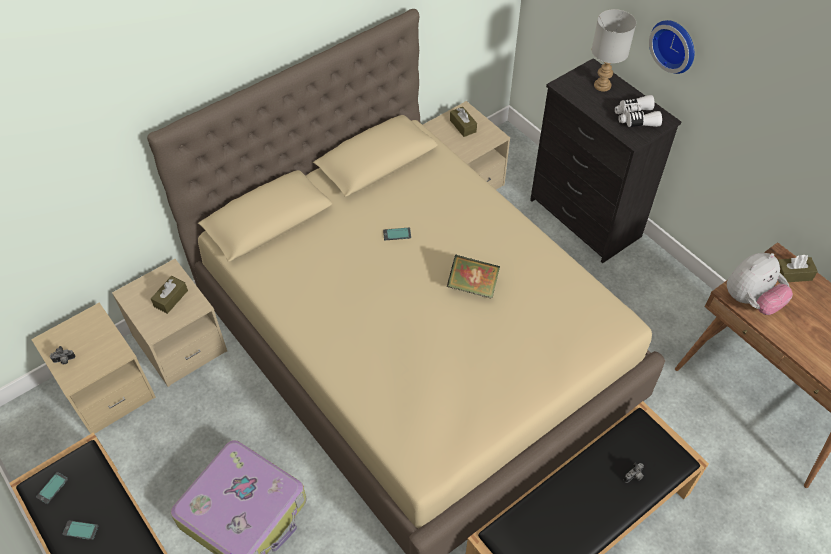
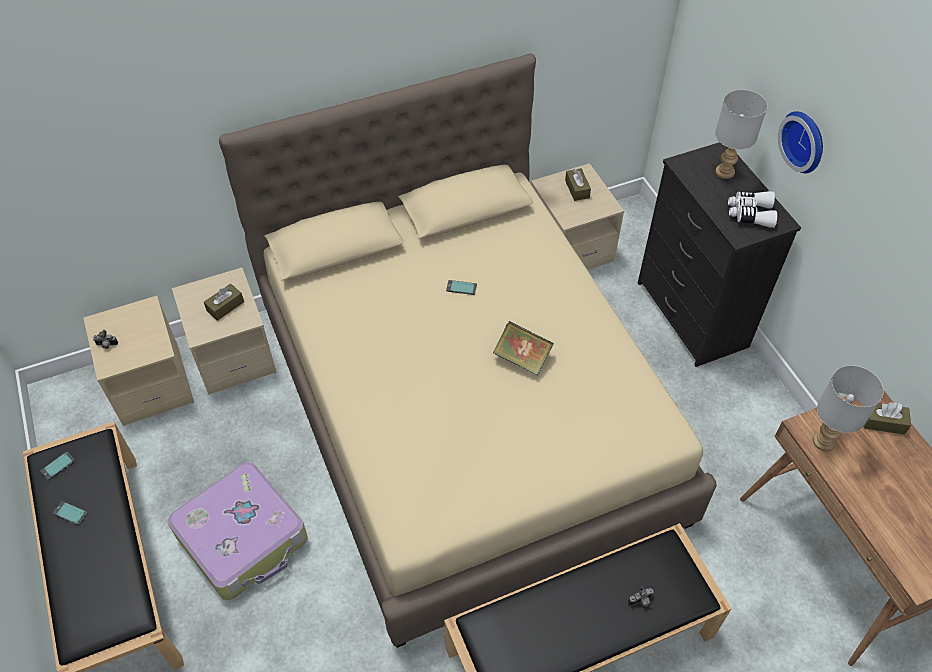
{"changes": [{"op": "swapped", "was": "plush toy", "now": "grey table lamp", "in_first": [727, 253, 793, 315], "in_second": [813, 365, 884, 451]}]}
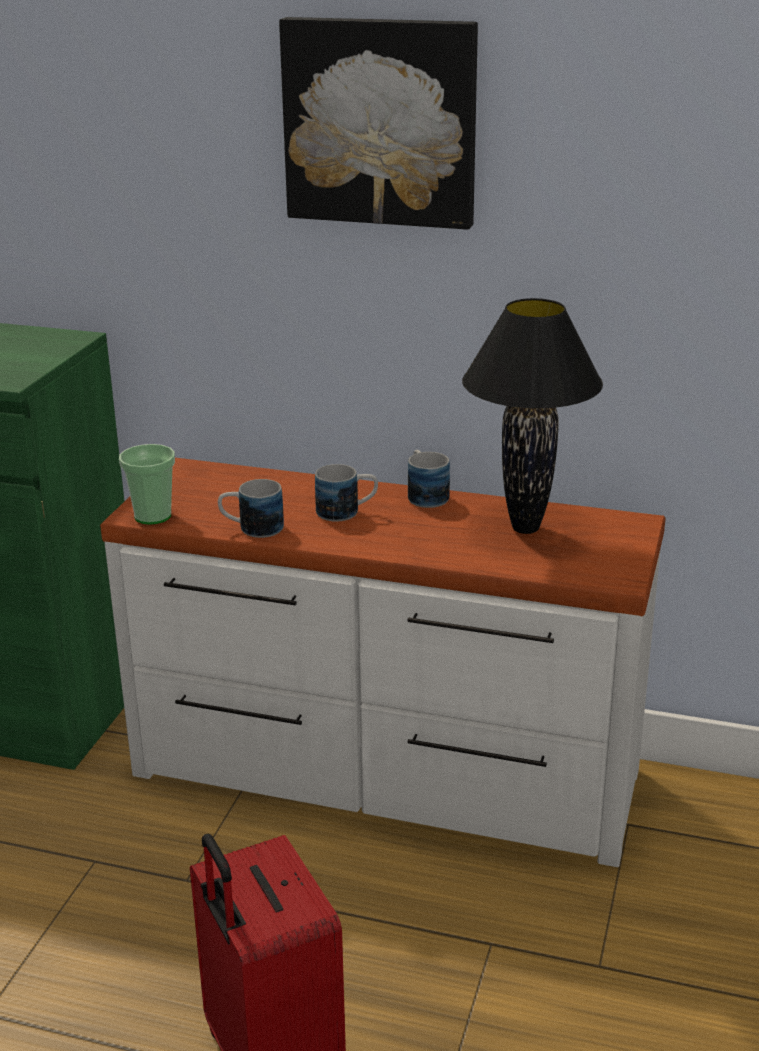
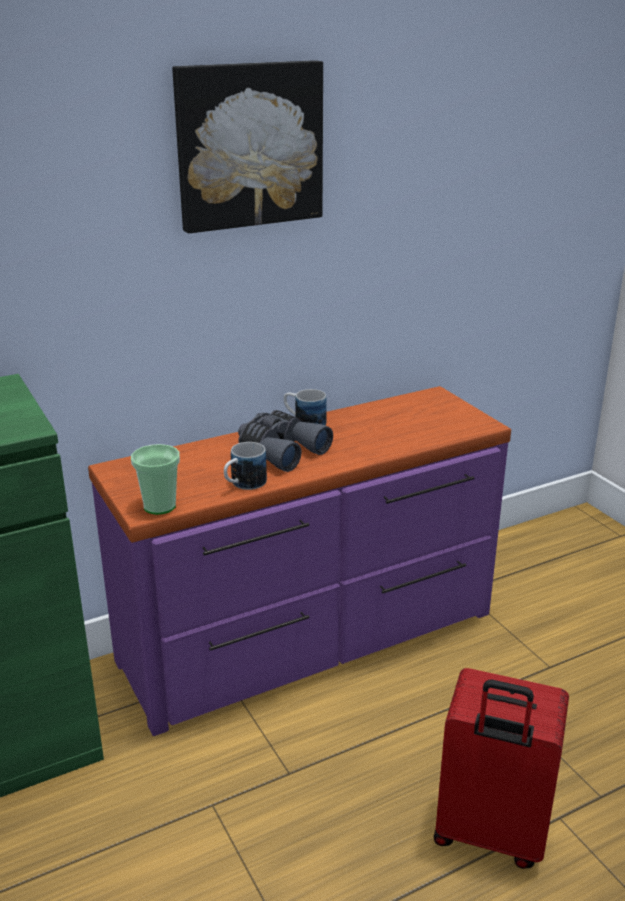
{"changes": [{"op": "gone", "was": "blackish table lamp", "in_first": [462, 298, 603, 534]}, {"op": "swapped", "was": "coffee mug", "now": "grey field glasses", "in_first": [315, 464, 378, 522], "in_second": [238, 410, 333, 472]}, {"op": "repainted", "was": "white-coloured dresser", "now": "purplish dresser", "in_first": [100, 458, 666, 867], "in_second": [88, 386, 511, 736]}]}
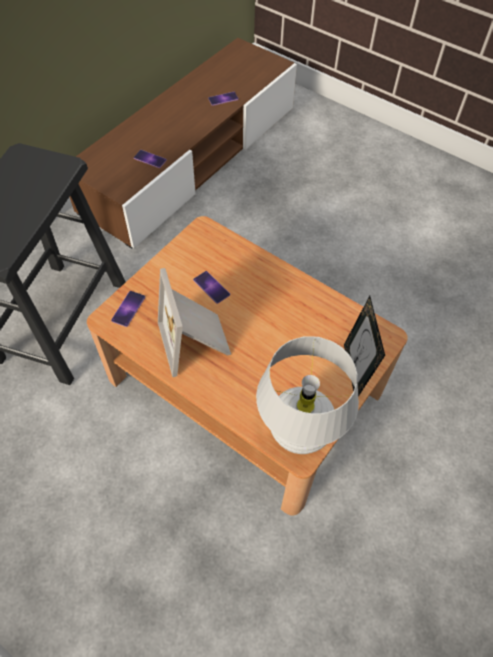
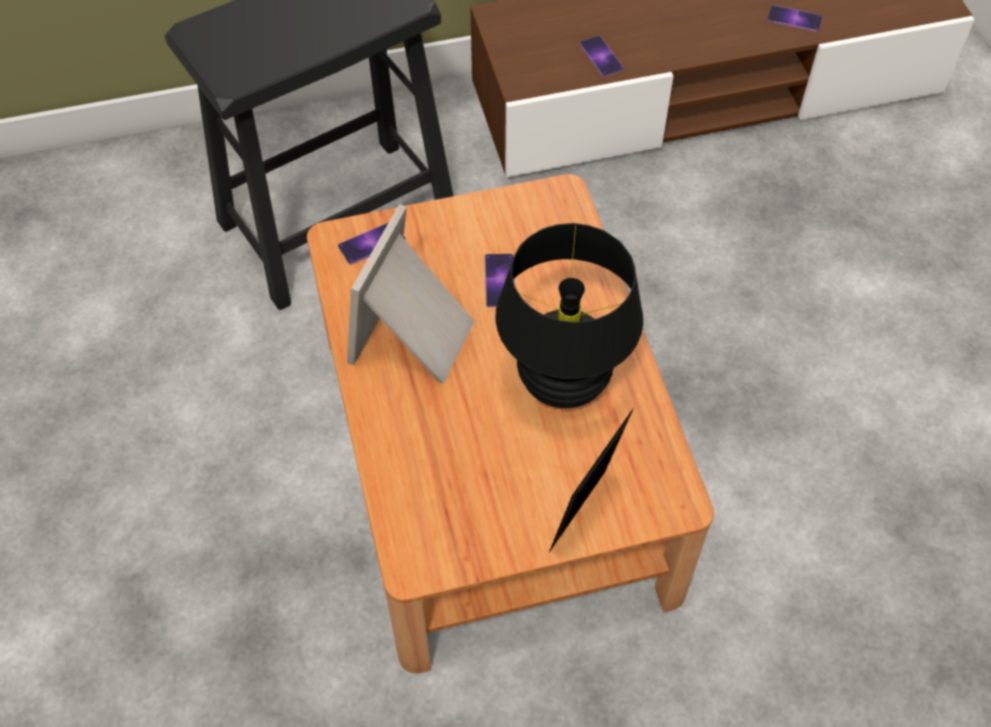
{"changes": [{"op": "gone", "was": "white-coloured table lamp", "in_first": [256, 336, 359, 454]}, {"op": "new", "now": "blackish table lamp", "in_second": [495, 223, 643, 408]}]}
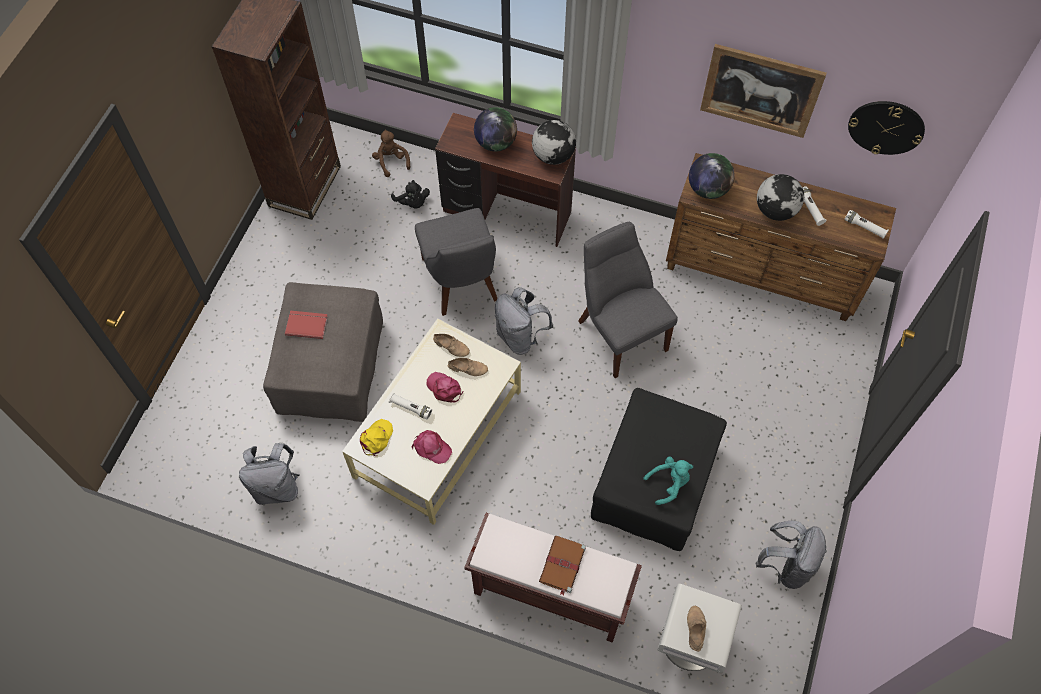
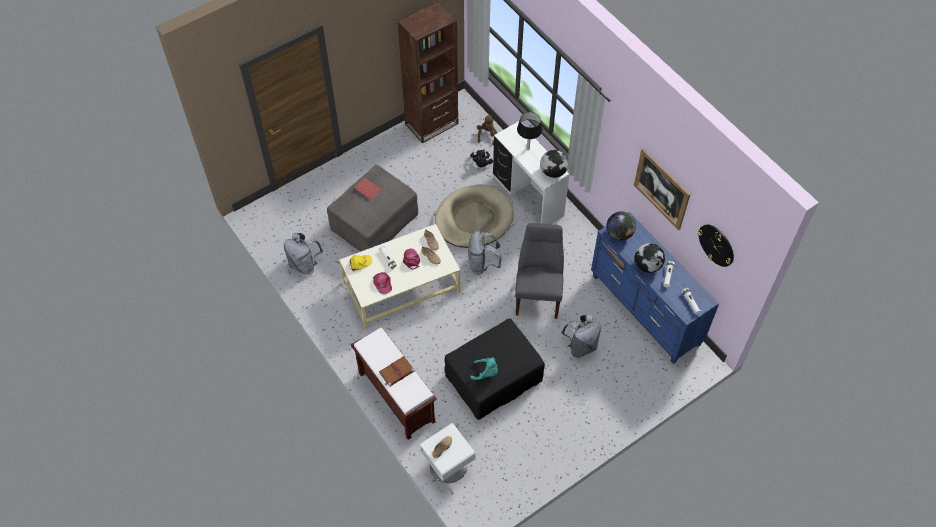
{"changes": [{"op": "shifted", "was": "grey rucksack", "in_first": [755, 521, 827, 589], "in_second": [561, 314, 601, 358]}, {"op": "swapped", "was": "grey upright chair", "now": "sand-coloured dog bed", "in_first": [415, 208, 498, 316], "in_second": [435, 185, 514, 248]}, {"op": "swapped", "was": "globe", "now": "blackish table lamp", "in_first": [474, 107, 517, 152], "in_second": [517, 112, 542, 150]}, {"op": "repainted", "was": "brown desk table", "now": "white-coloured desk table", "in_first": [435, 113, 576, 247], "in_second": [493, 121, 570, 224]}, {"op": "repainted", "was": "brown dresser", "now": "blue-coloured dresser", "in_first": [666, 153, 896, 321], "in_second": [591, 212, 719, 364]}]}
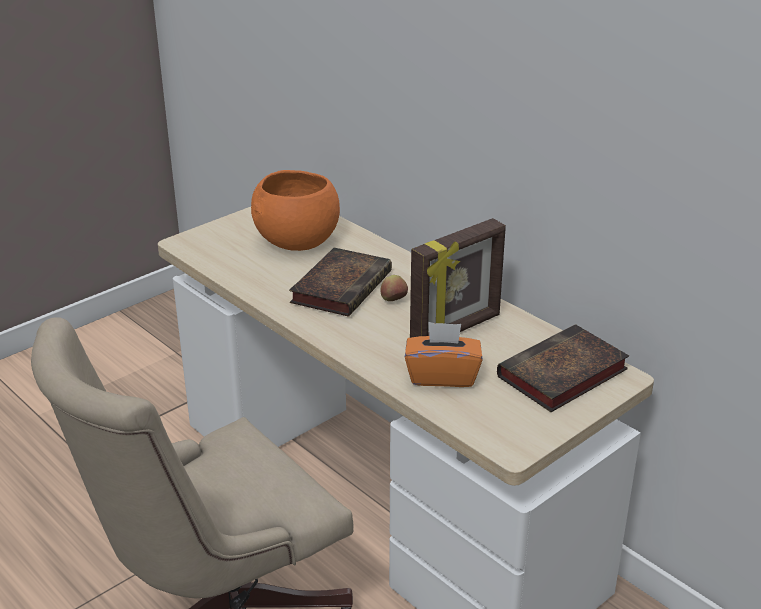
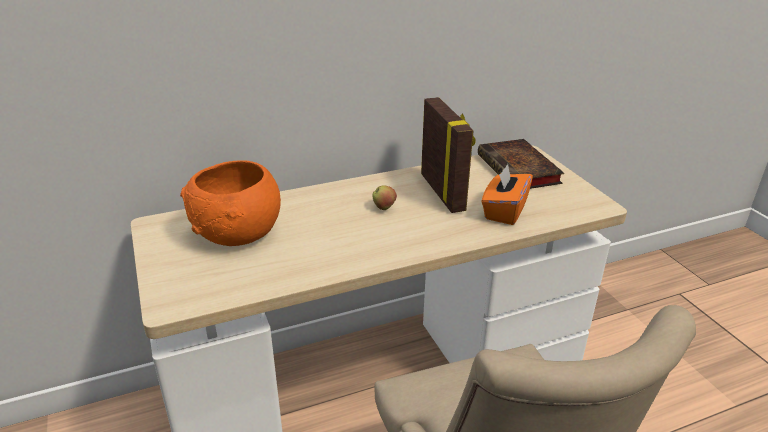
{"changes": [{"op": "gone", "was": "volume", "in_first": [289, 248, 392, 317]}]}
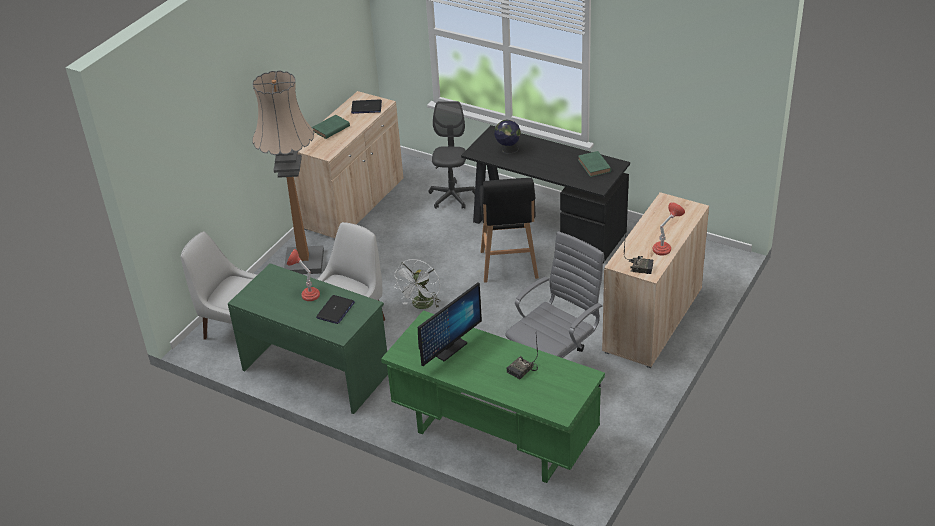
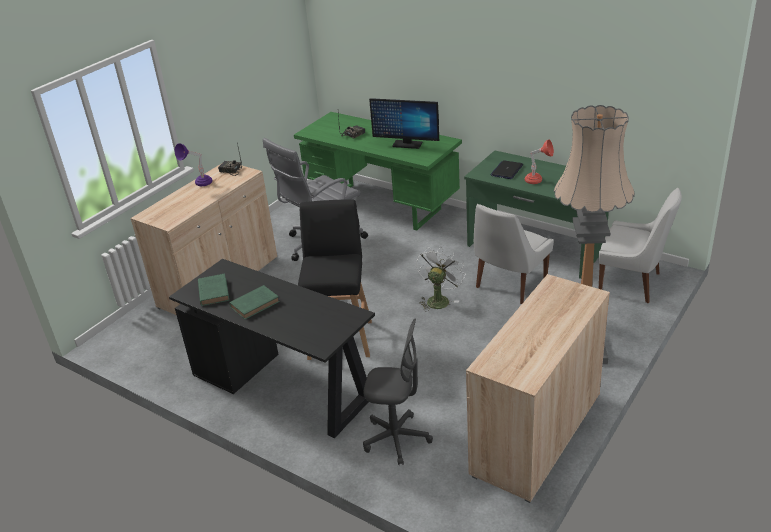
{"changes": [{"op": "gone", "was": "laptop", "in_first": [351, 100, 382, 114]}, {"op": "gone", "was": "globe", "in_first": [494, 120, 521, 154]}, {"op": "shifted", "was": "greenish volume", "in_first": [312, 115, 350, 139], "in_second": [229, 285, 280, 320]}, {"op": "repainted", "was": "red table lamp", "now": "purplish table lamp", "in_first": [652, 202, 685, 256], "in_second": [175, 143, 212, 186]}, {"op": "rotated", "was": "computer display", "in_first": [418, 282, 482, 366], "in_second": [369, 98, 439, 149], "clockwise": -120}, {"op": "rotated", "was": "grey office chair", "in_first": [428, 101, 475, 209], "in_second": [363, 318, 433, 465], "clockwise": -90}]}
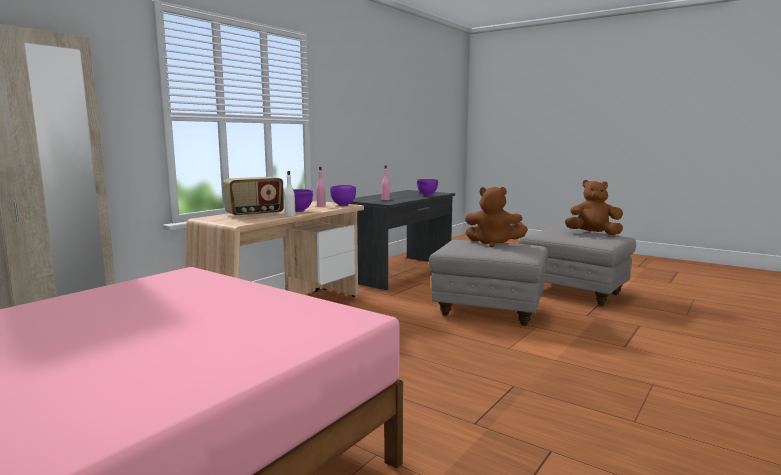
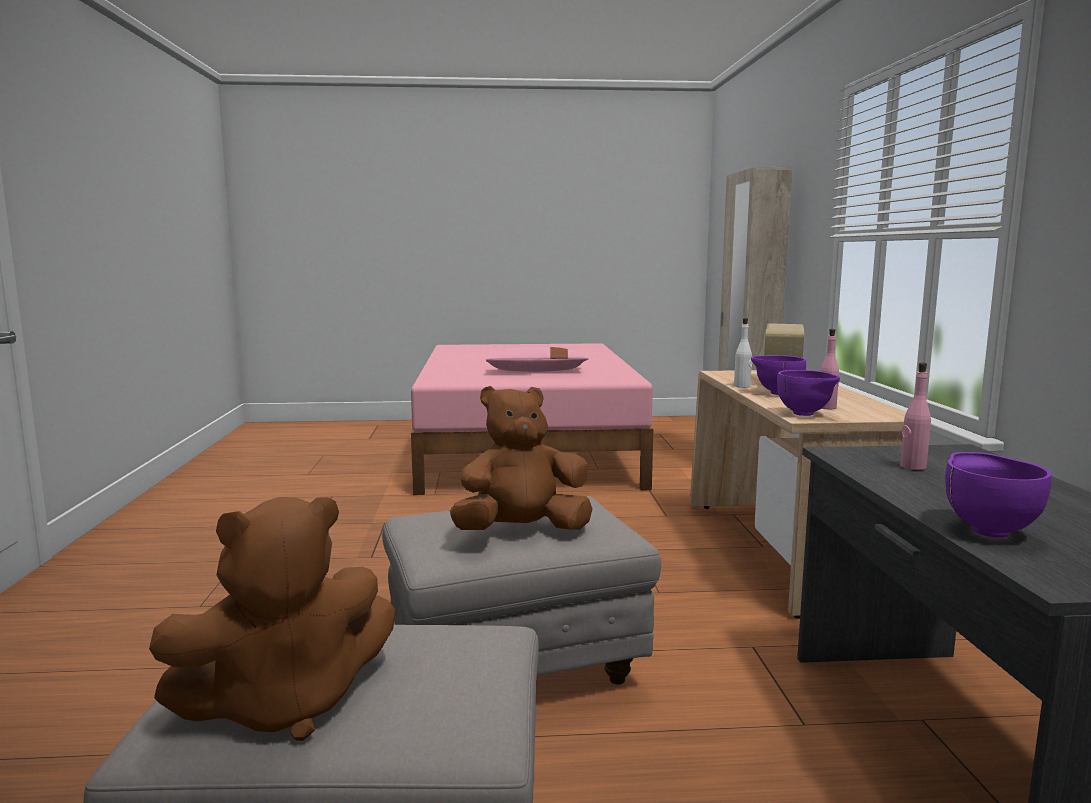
{"changes": [{"op": "new", "now": "pink pillow", "in_second": [486, 347, 589, 372]}]}
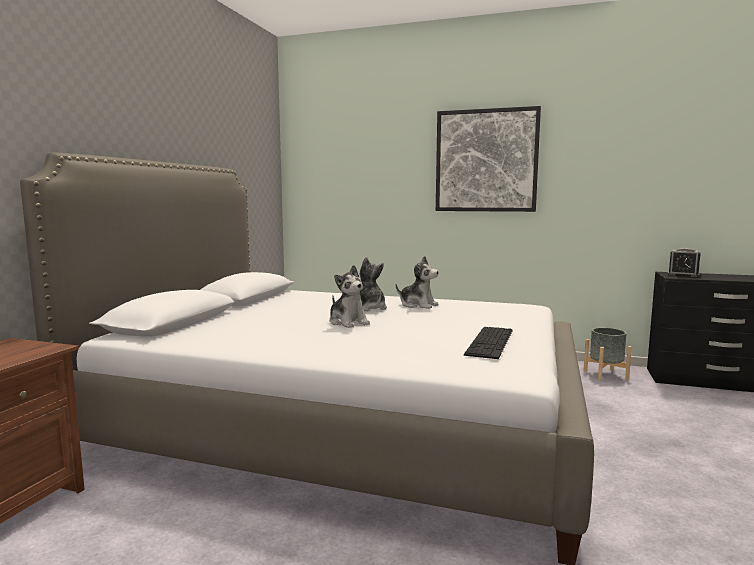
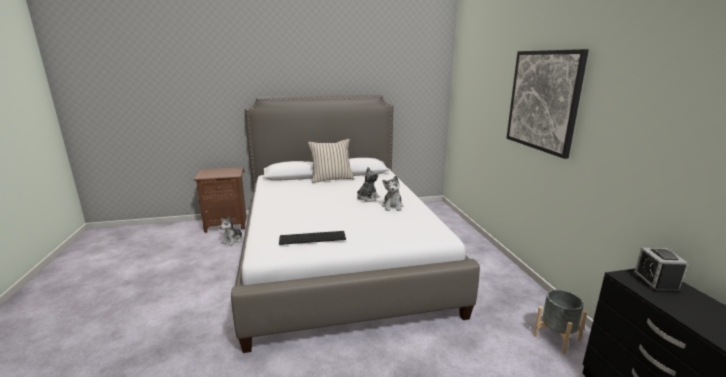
{"changes": [{"op": "new", "now": "sand-coloured pillow", "in_second": [308, 139, 354, 183]}, {"op": "shifted", "was": "plush toy", "in_first": [329, 265, 370, 328], "in_second": [220, 216, 242, 246]}]}
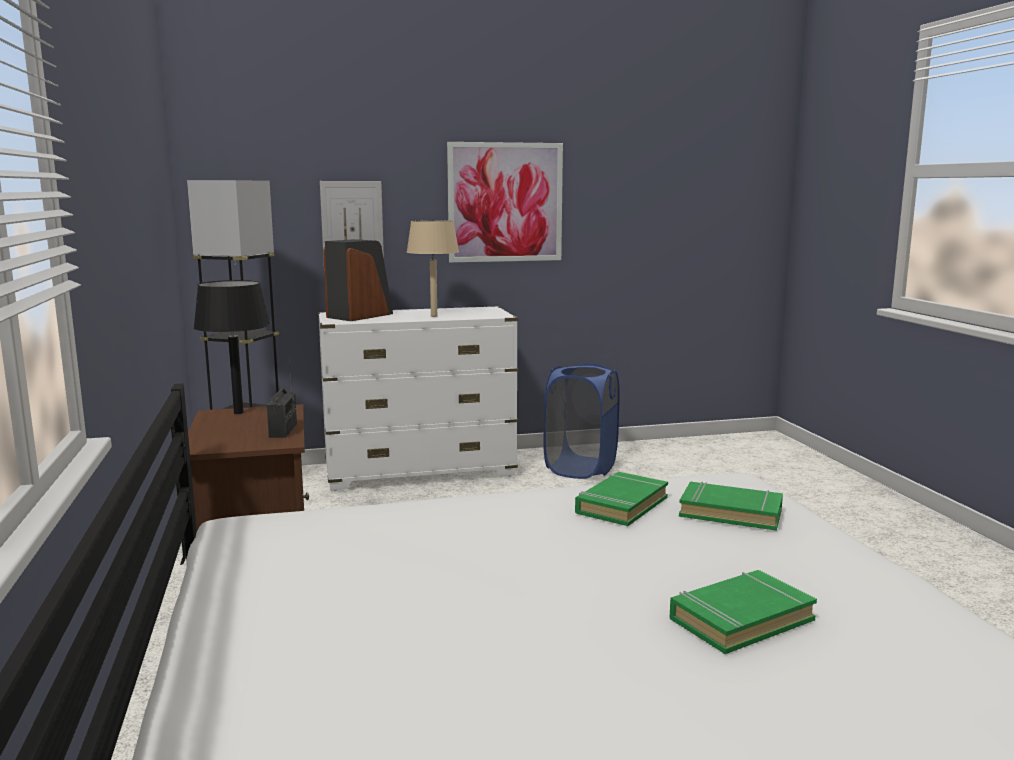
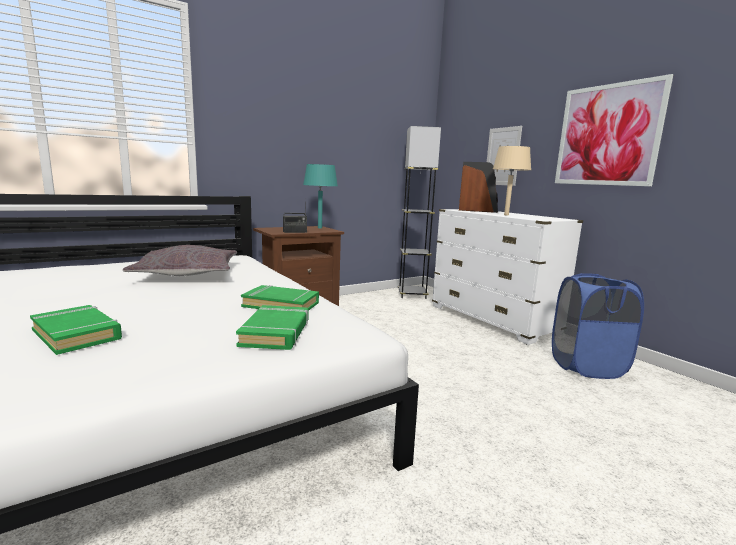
{"changes": [{"op": "new", "now": "grey pillow", "in_second": [123, 245, 237, 276]}, {"op": "repainted", "was": "blackish table lamp", "now": "blue-green table lamp", "in_first": [193, 280, 270, 414], "in_second": [303, 164, 338, 228]}]}
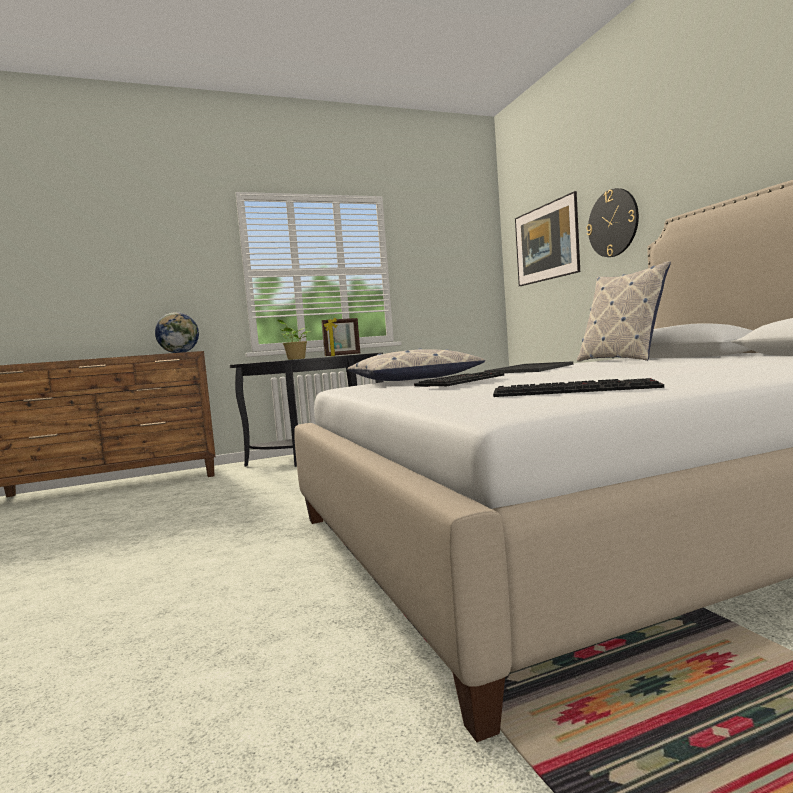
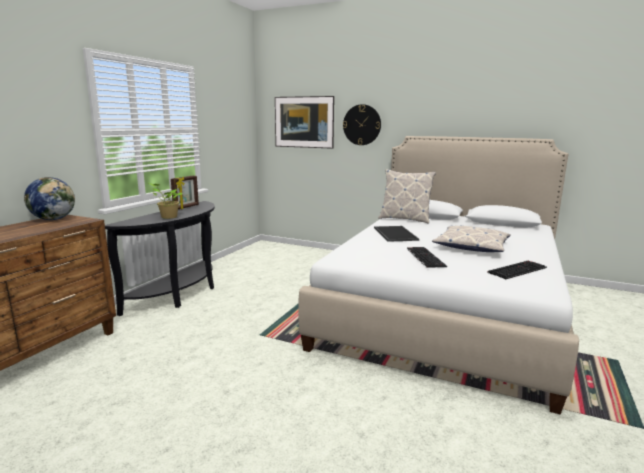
{"changes": [{"op": "shifted", "was": "pillow", "in_first": [347, 348, 485, 381], "in_second": [432, 225, 511, 252]}]}
